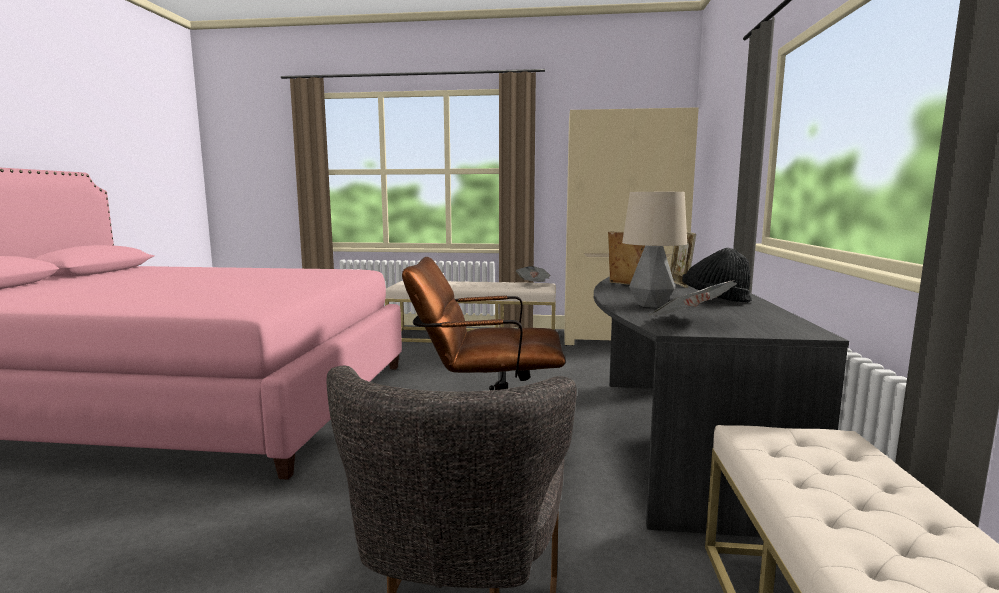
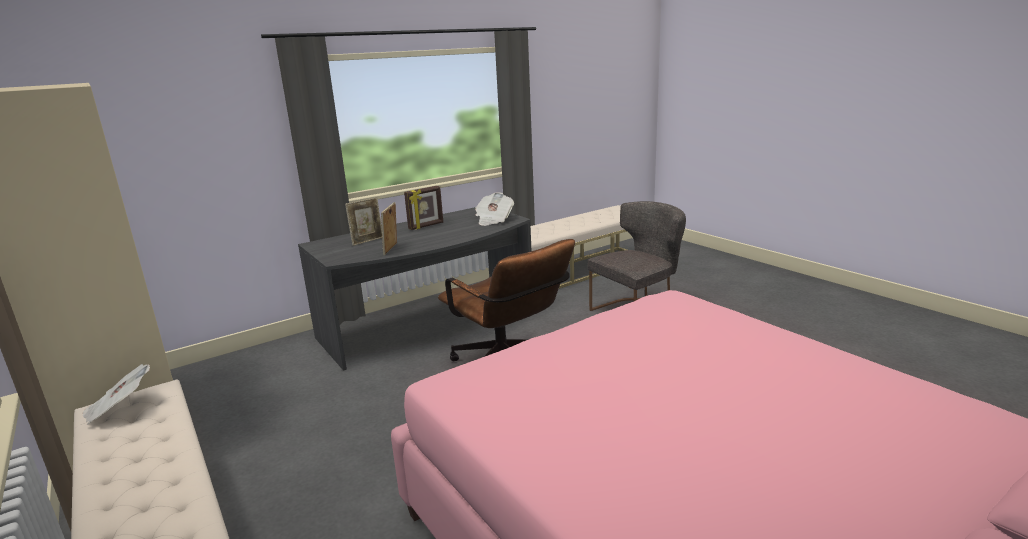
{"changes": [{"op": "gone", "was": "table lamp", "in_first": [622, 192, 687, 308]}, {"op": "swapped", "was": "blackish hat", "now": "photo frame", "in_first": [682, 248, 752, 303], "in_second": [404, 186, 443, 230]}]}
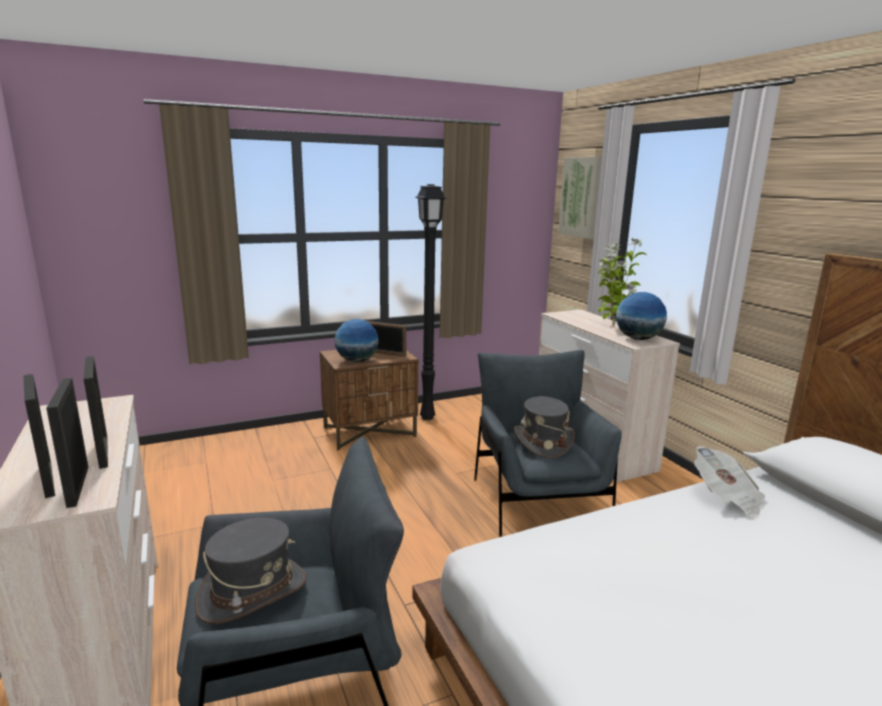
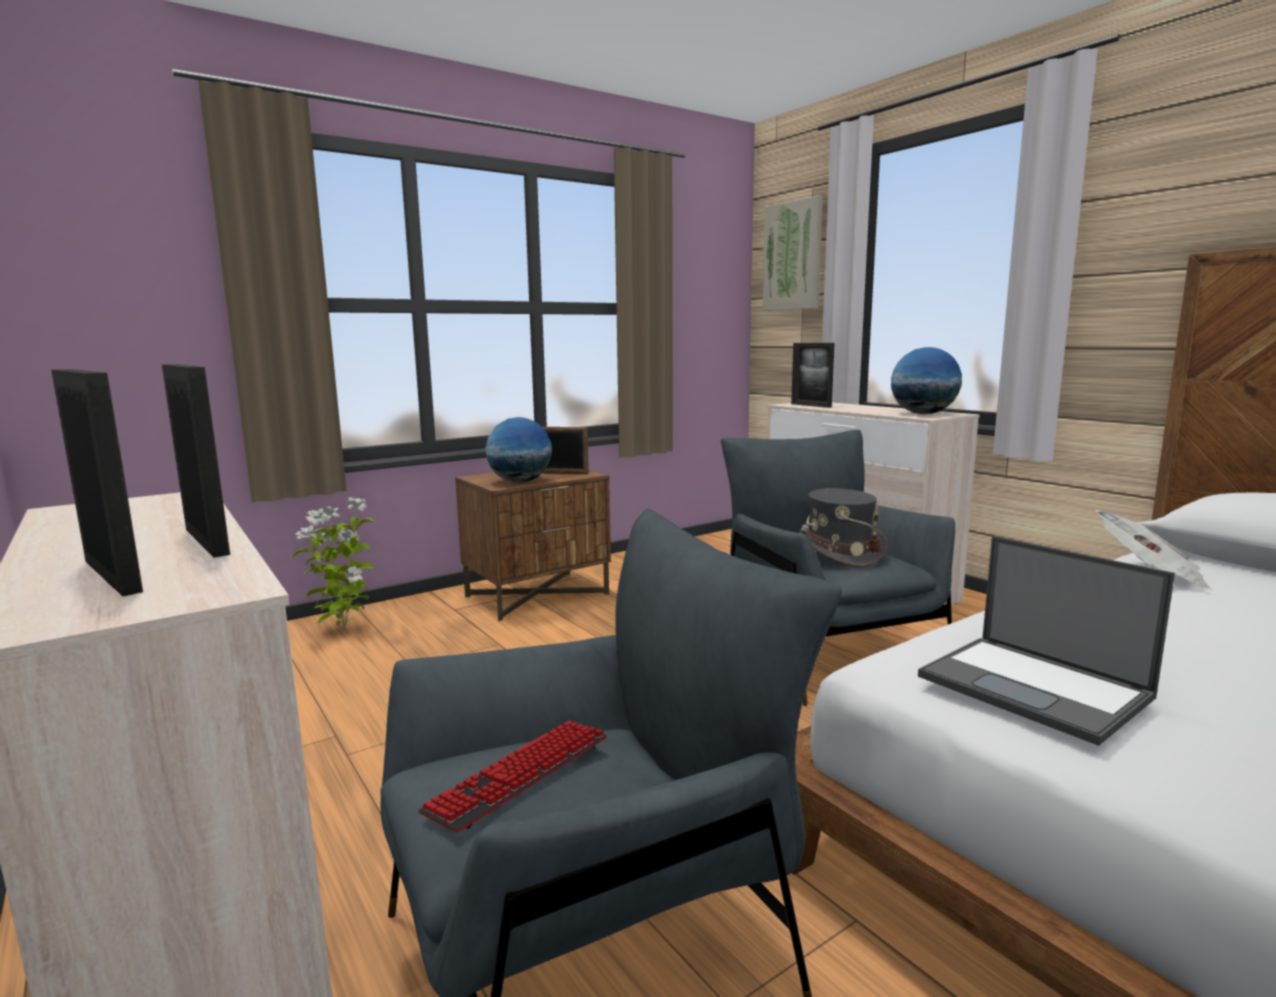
{"changes": [{"op": "gone", "was": "blackish standing lamp", "in_first": [415, 184, 447, 420]}, {"op": "new", "now": "laptop", "in_second": [918, 536, 1175, 746]}, {"op": "shifted", "was": "photo frame", "in_first": [46, 378, 88, 508], "in_second": [791, 343, 834, 408]}, {"op": "shifted", "was": "plant in a pot", "in_first": [598, 238, 647, 327], "in_second": [293, 497, 375, 632]}, {"op": "swapped", "was": "grey hat", "now": "PC keyboard", "in_first": [195, 517, 307, 624], "in_second": [418, 720, 607, 832]}]}
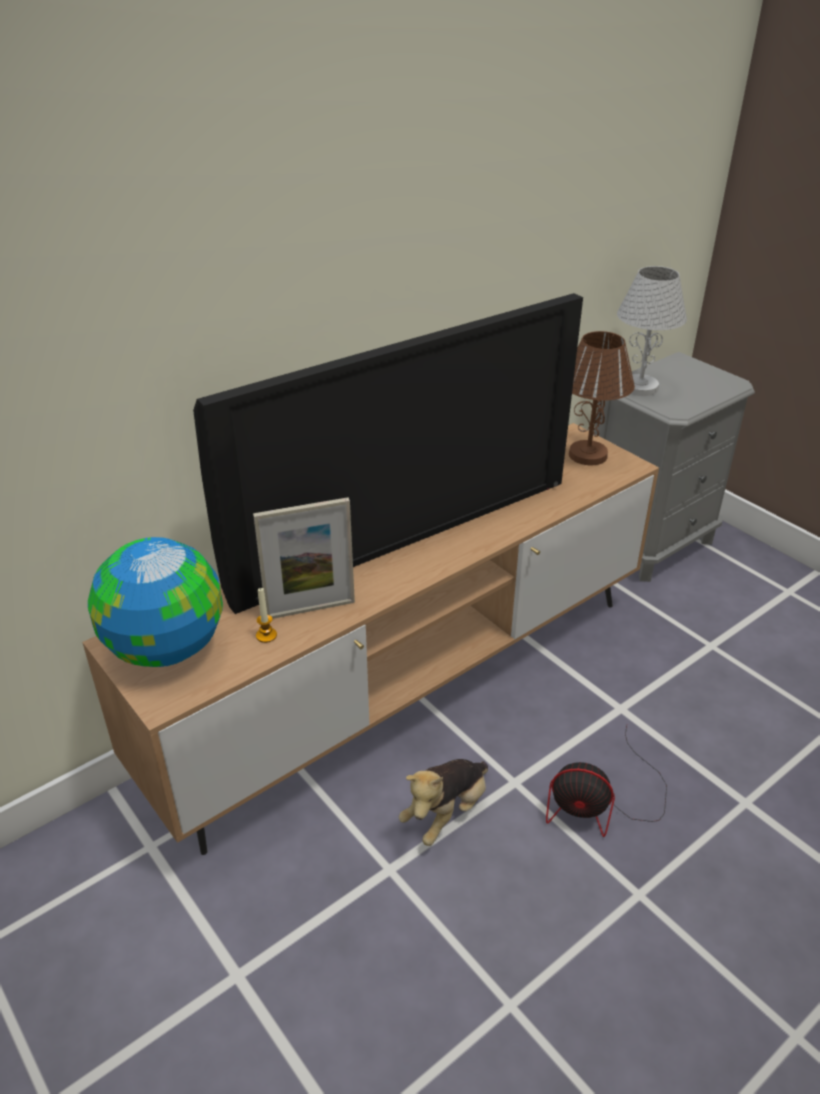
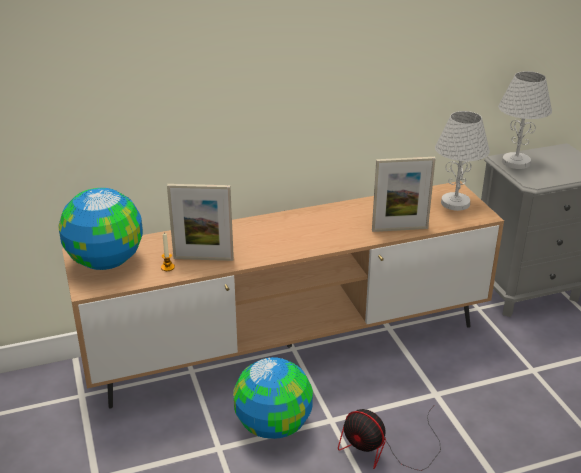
{"changes": [{"op": "gone", "was": "TV set", "in_first": [193, 293, 583, 614]}, {"op": "new", "now": "photo frame", "in_second": [372, 157, 436, 232]}, {"op": "swapped", "was": "plush toy", "now": "globe", "in_first": [399, 759, 488, 846], "in_second": [233, 357, 313, 439]}, {"op": "repainted", "was": "brown table lamp", "now": "white-coloured table lamp", "in_first": [569, 331, 635, 465], "in_second": [435, 111, 490, 211]}]}
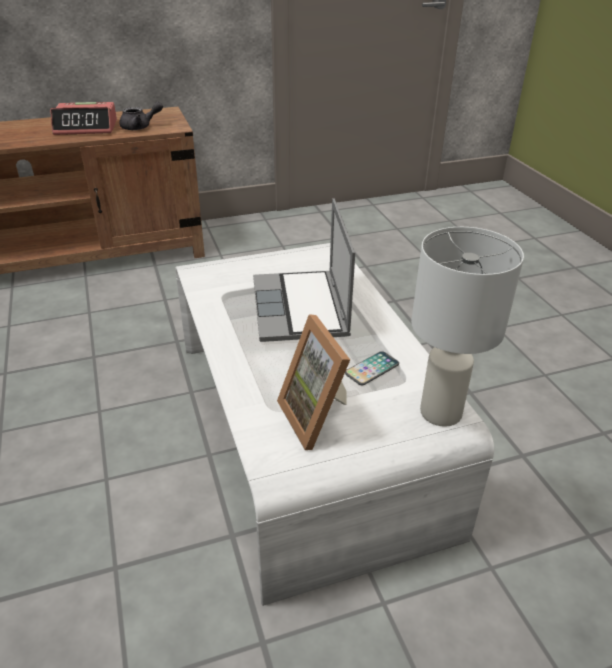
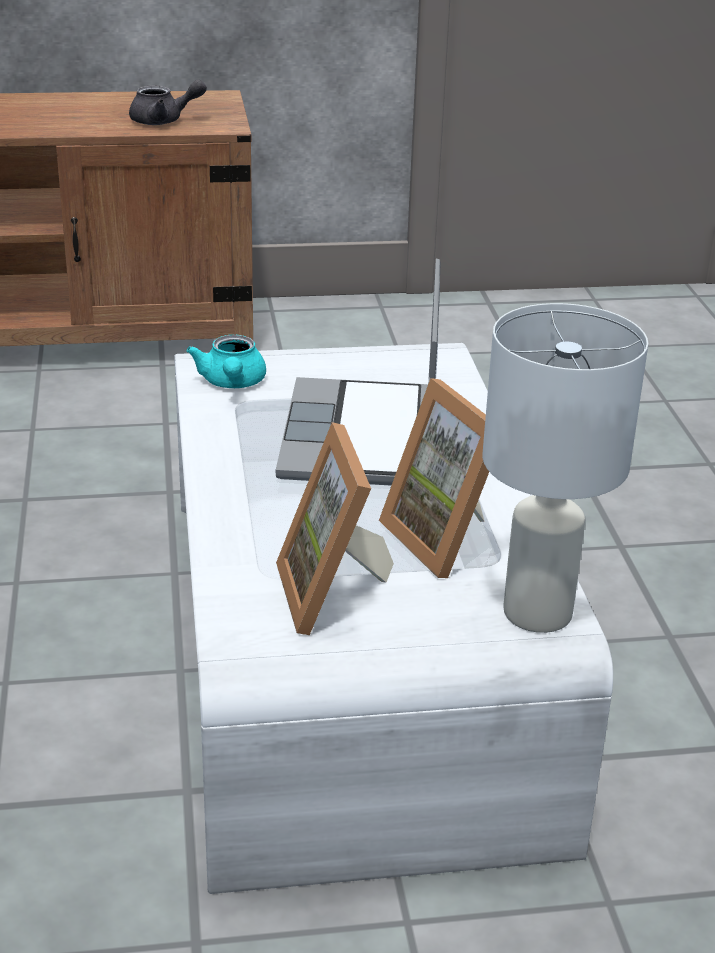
{"changes": [{"op": "gone", "was": "table clock", "in_first": [50, 102, 117, 135]}, {"op": "new", "now": "blue-green teapot", "in_second": [186, 334, 266, 388]}, {"op": "swapped", "was": "telephone", "now": "photo frame", "in_first": [345, 351, 399, 385], "in_second": [379, 378, 489, 578]}]}
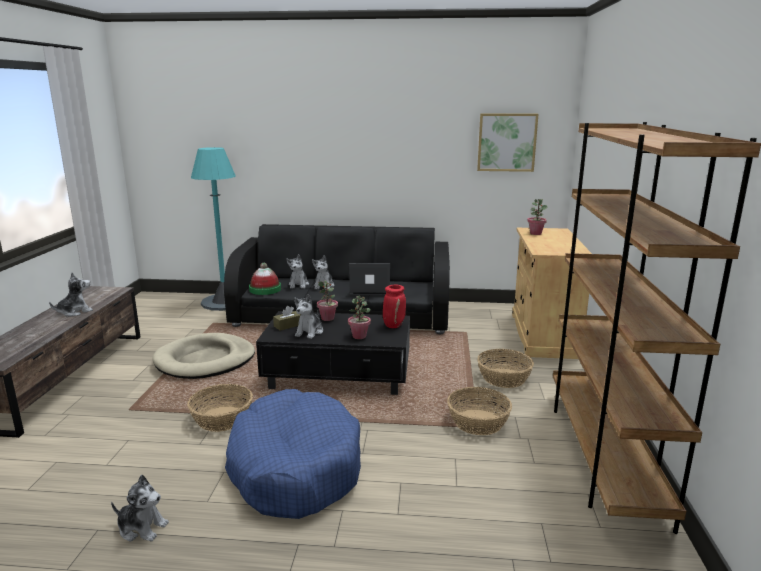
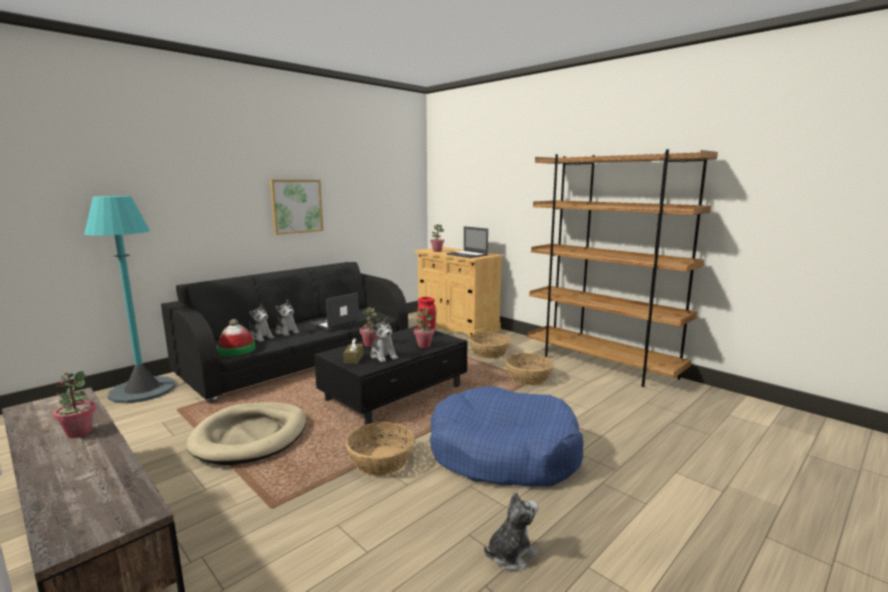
{"changes": [{"op": "new", "now": "laptop", "in_second": [446, 226, 488, 258]}, {"op": "shifted", "was": "picture", "in_first": [477, 113, 538, 172], "in_second": [270, 180, 323, 235]}, {"op": "swapped", "was": "plush toy", "now": "plant in a pot", "in_first": [49, 273, 93, 317], "in_second": [53, 371, 96, 438]}]}
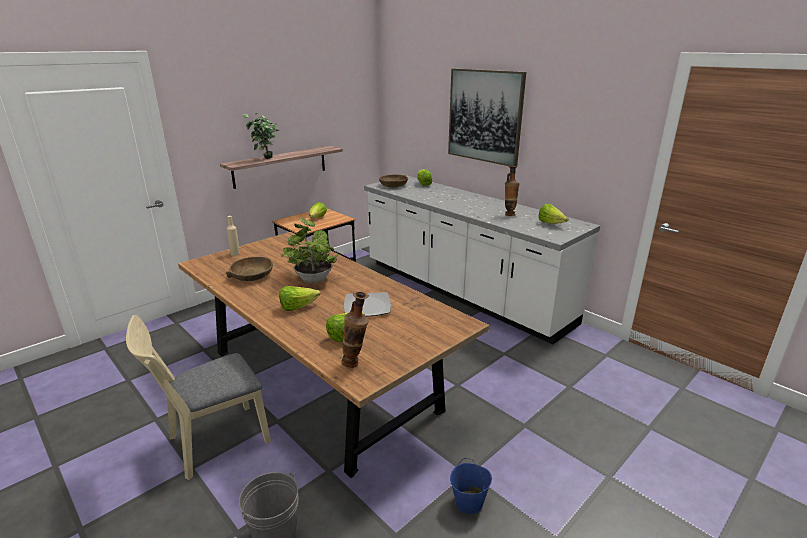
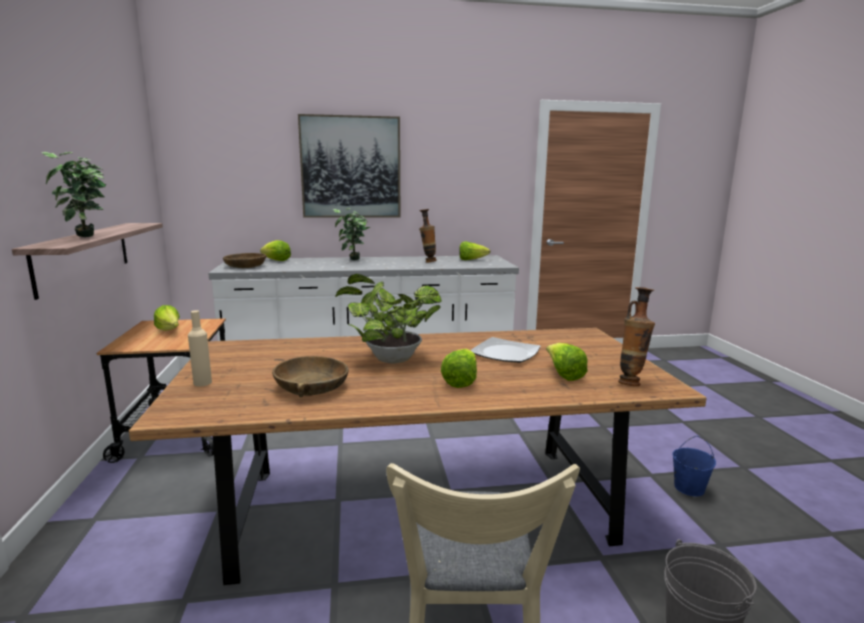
{"changes": [{"op": "new", "now": "plant in a pot", "in_second": [333, 208, 371, 260]}]}
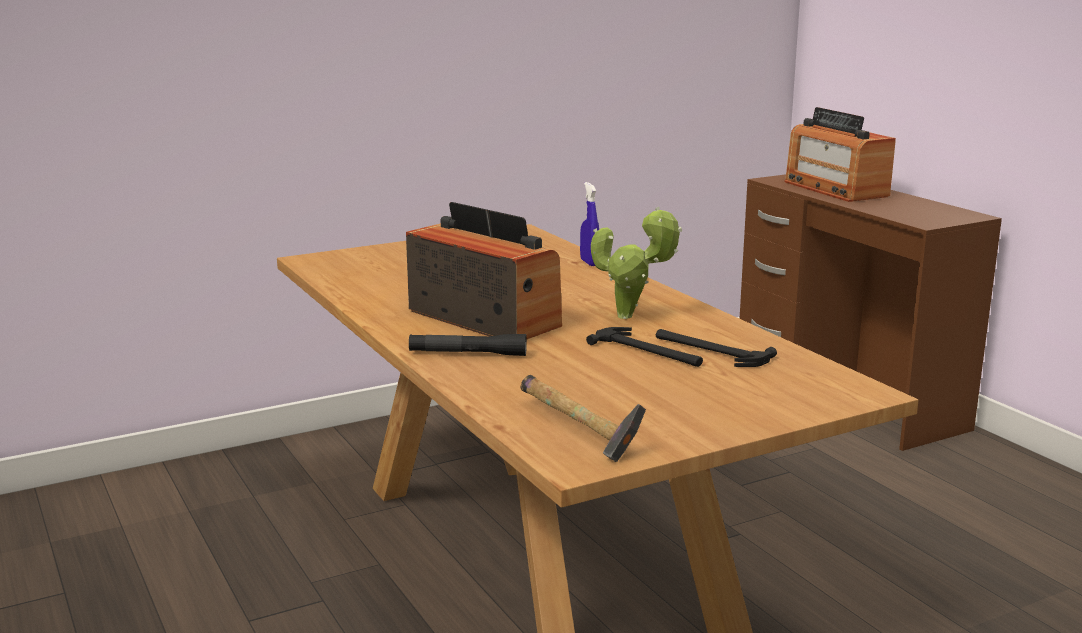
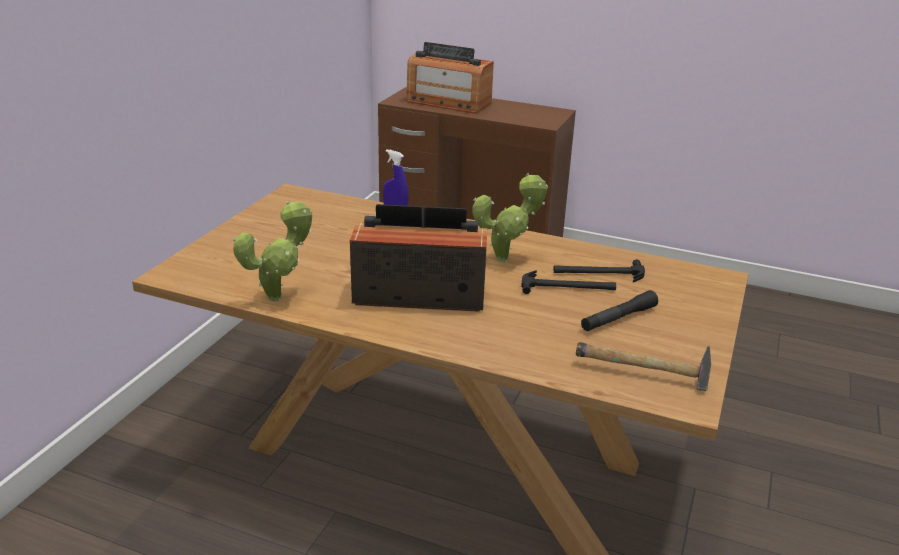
{"changes": [{"op": "new", "now": "plant in a pot", "in_second": [233, 200, 312, 301]}, {"op": "shifted", "was": "blackish torch", "in_first": [409, 334, 527, 356], "in_second": [581, 290, 658, 331]}]}
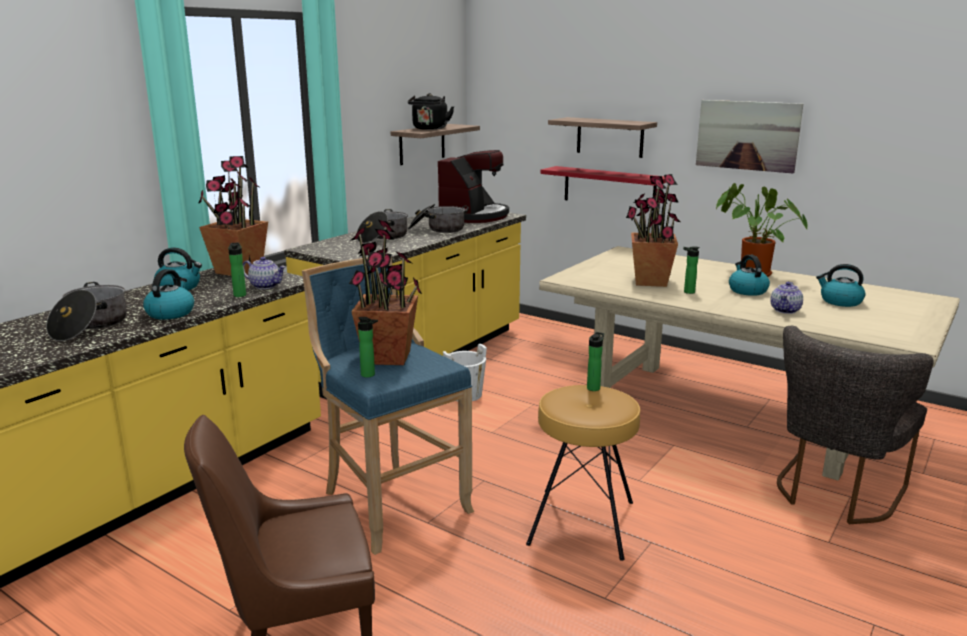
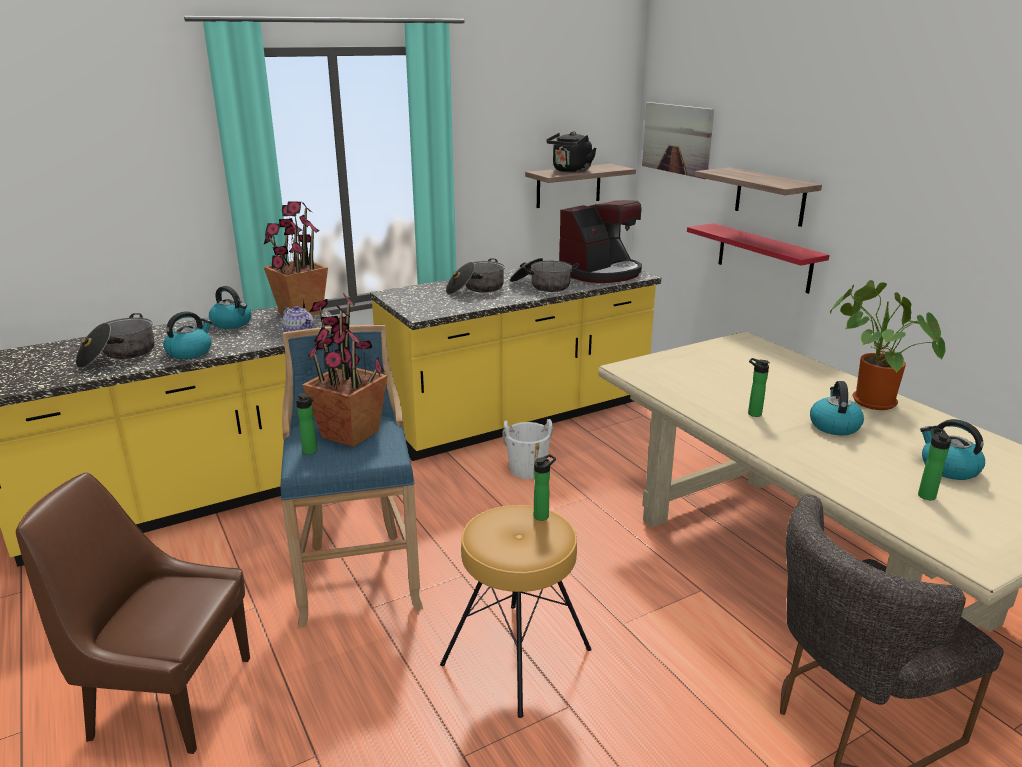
{"changes": [{"op": "gone", "was": "plant in a pot", "in_first": [626, 174, 680, 287]}, {"op": "gone", "was": "teapot", "in_first": [770, 282, 803, 314]}, {"op": "shifted", "was": "bottle", "in_first": [228, 242, 246, 297], "in_second": [918, 428, 951, 500]}, {"op": "shifted", "was": "picture", "in_first": [696, 100, 803, 173], "in_second": [642, 102, 714, 179]}]}
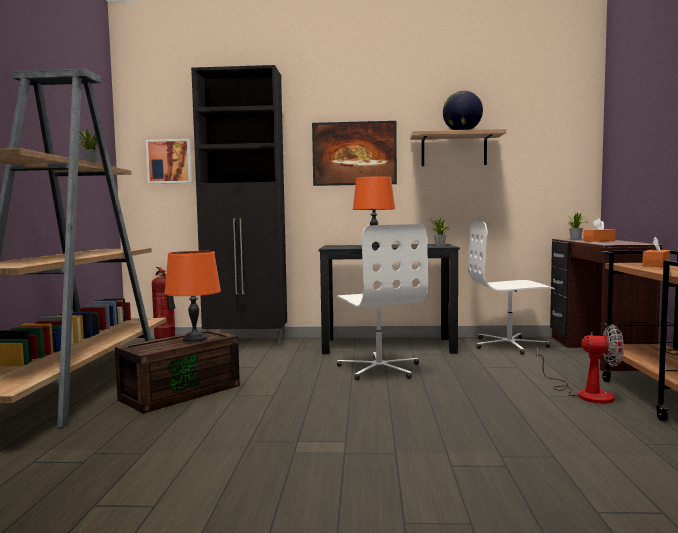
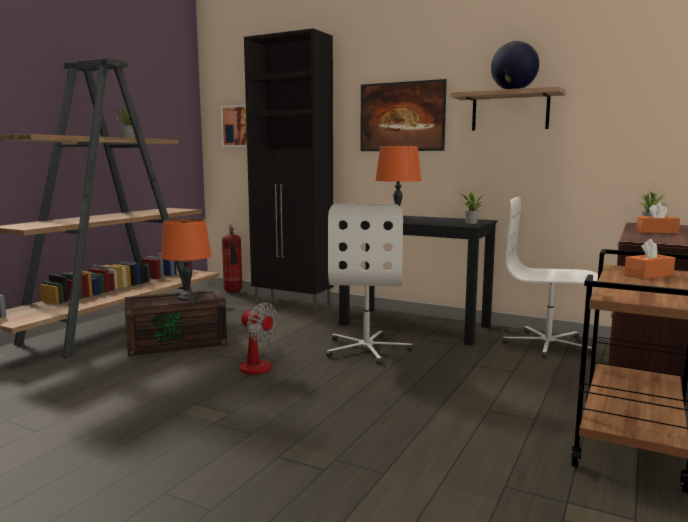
{"changes": [{"op": "shifted", "was": "cooling fan", "in_first": [537, 324, 624, 403], "in_second": [240, 302, 278, 374]}]}
